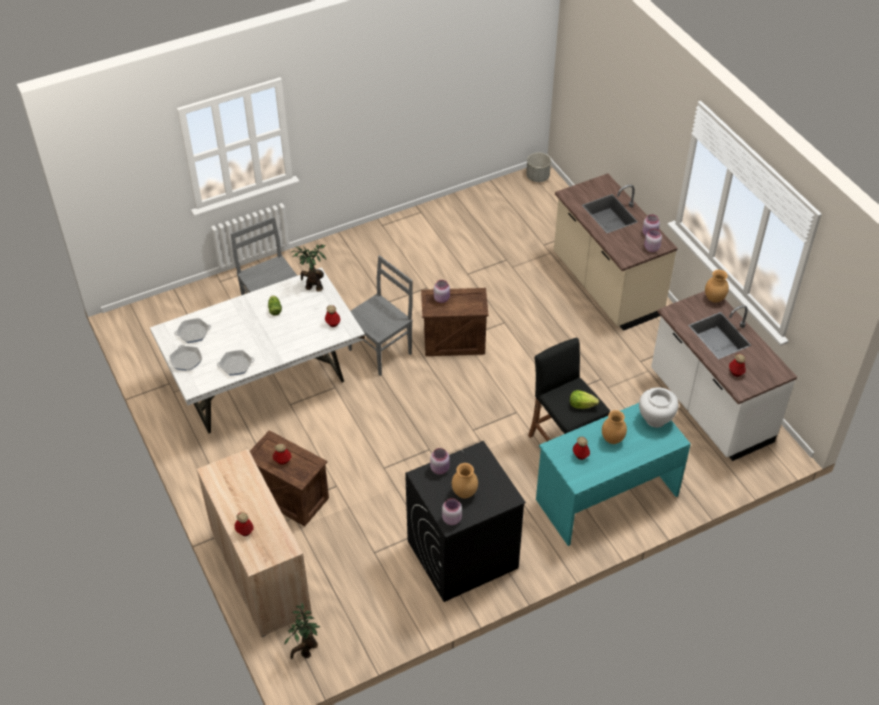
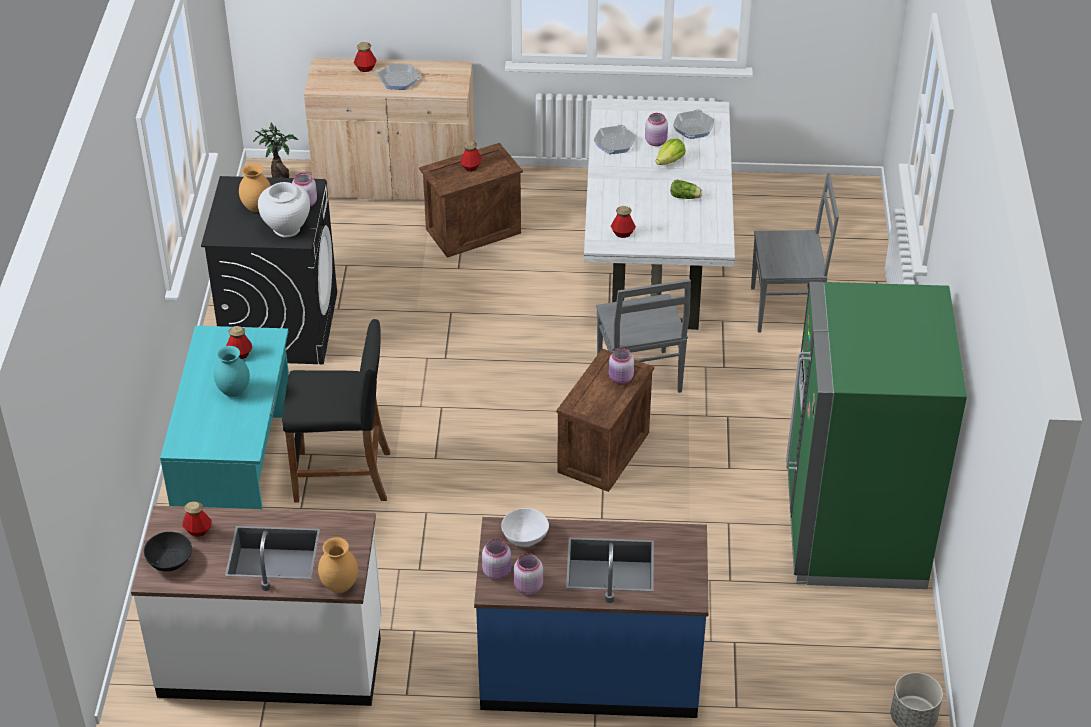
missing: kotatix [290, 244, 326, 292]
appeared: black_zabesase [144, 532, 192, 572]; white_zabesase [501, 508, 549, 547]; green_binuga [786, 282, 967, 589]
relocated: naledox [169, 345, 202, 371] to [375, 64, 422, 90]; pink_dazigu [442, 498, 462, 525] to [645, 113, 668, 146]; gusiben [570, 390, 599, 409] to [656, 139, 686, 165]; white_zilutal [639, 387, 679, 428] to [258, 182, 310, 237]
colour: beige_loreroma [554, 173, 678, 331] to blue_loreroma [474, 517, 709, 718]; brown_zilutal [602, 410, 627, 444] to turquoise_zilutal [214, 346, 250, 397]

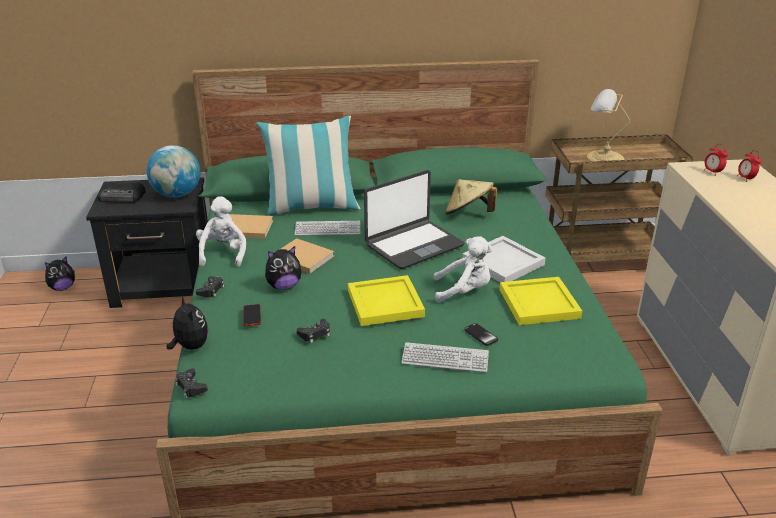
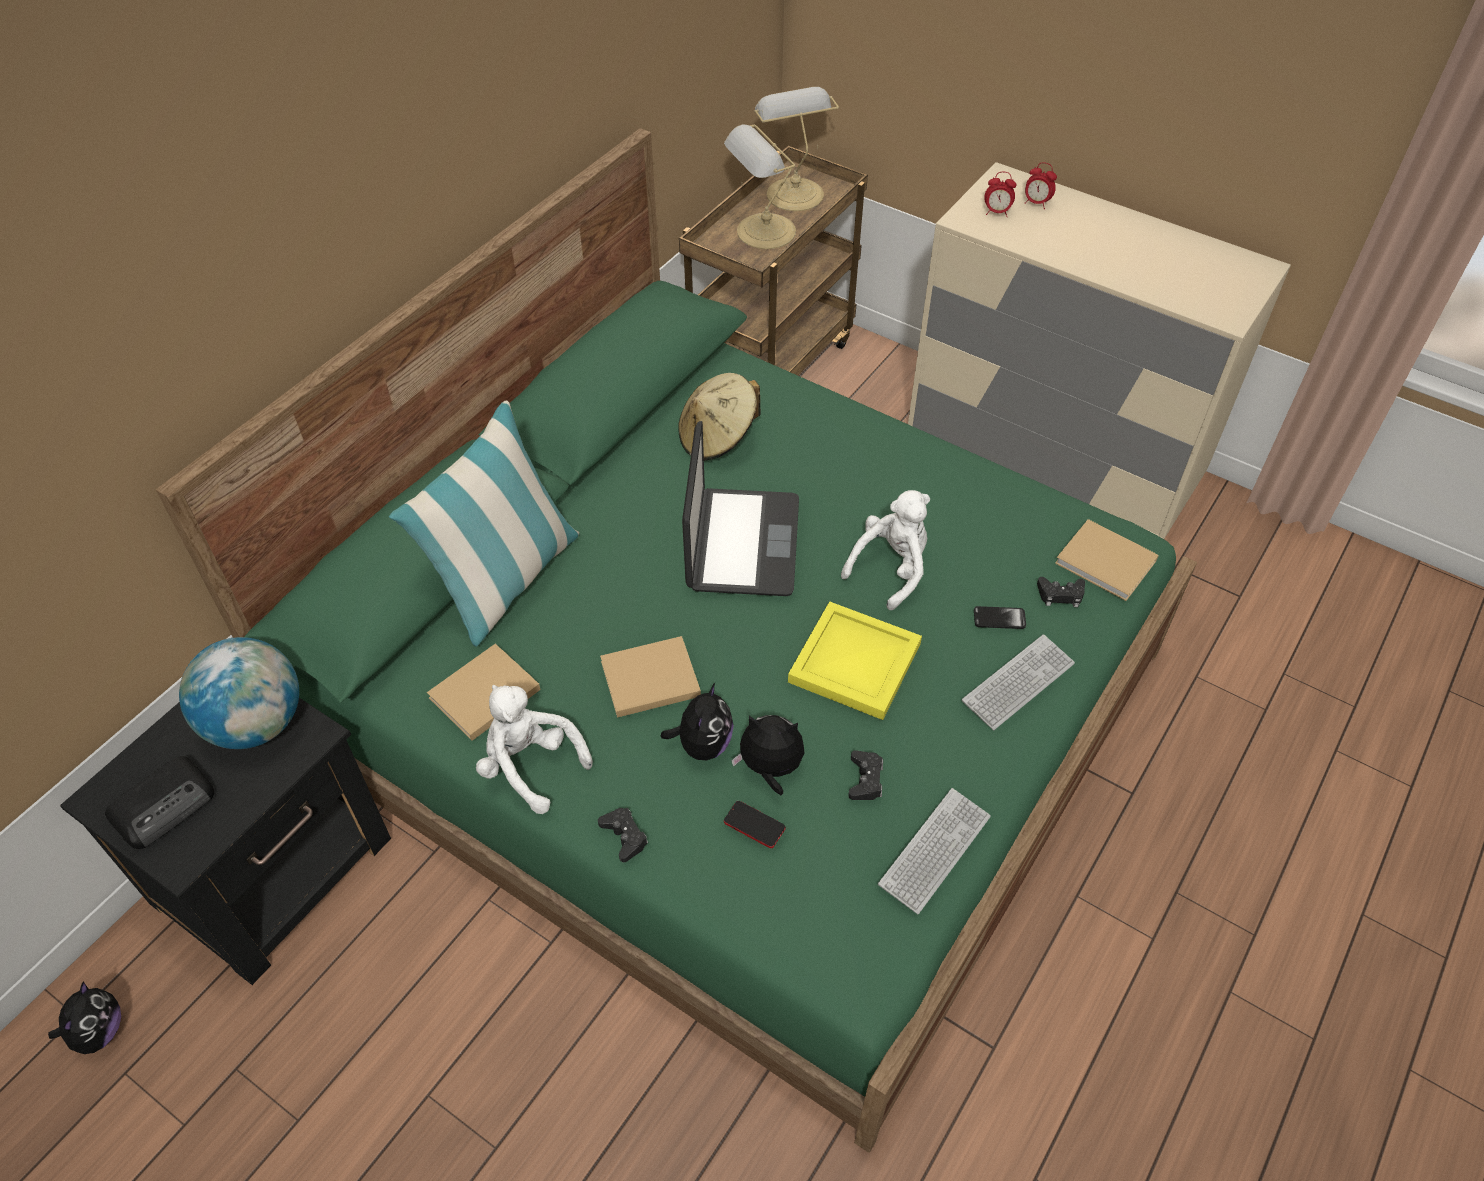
missing: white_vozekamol [462, 236, 546, 282]; yellow_vozekamol [500, 277, 582, 325]
appeared: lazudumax [755, 87, 839, 211]; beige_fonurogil [1055, 519, 1159, 601]
relocated: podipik [166, 297, 208, 350] to [731, 715, 805, 795]; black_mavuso [175, 369, 208, 398] to [1037, 577, 1085, 607]; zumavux [295, 221, 360, 236] to [878, 788, 991, 914]

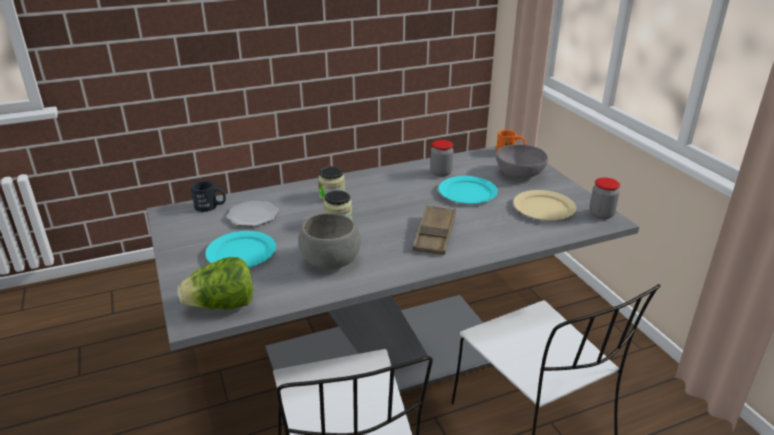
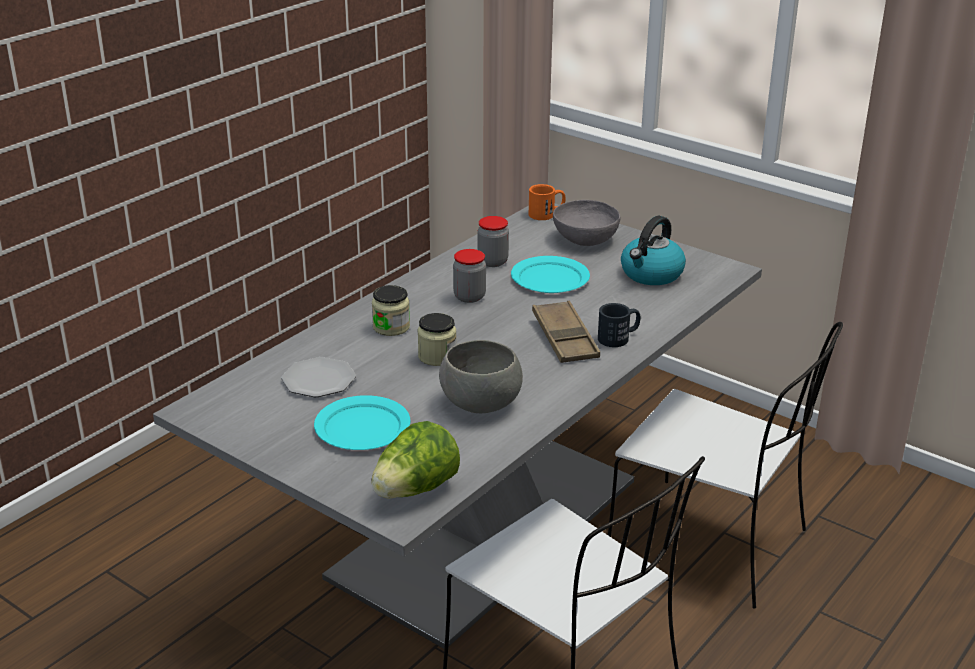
relocated: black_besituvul [191, 180, 226, 212] to [598, 303, 640, 347]; dazigu [589, 178, 620, 219] to [453, 249, 486, 303]
exchanged: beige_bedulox [513, 190, 576, 220] to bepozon [621, 216, 686, 285]

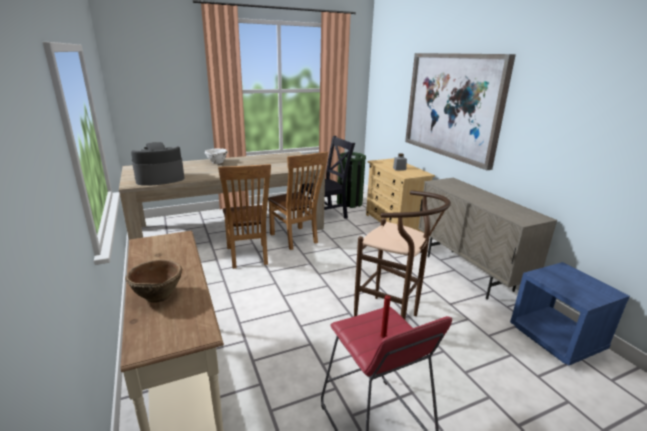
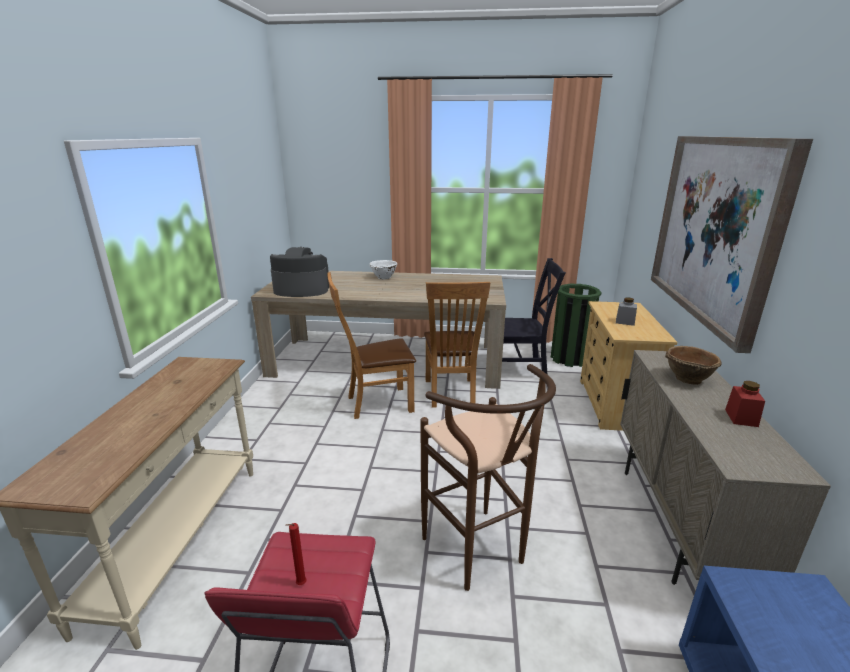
appeared: red_dazigu [725, 381, 765, 427]
relocated: brown_zabesase [125, 259, 182, 303] to [665, 346, 721, 385]
spun: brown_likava [218, 164, 271, 269] = [327, 272, 416, 419] 60 degrees clockwise

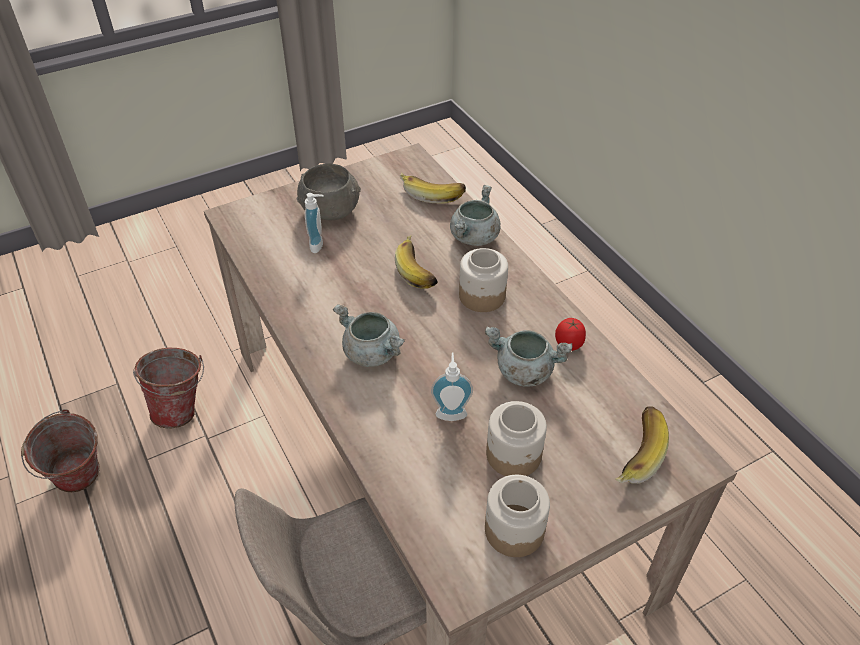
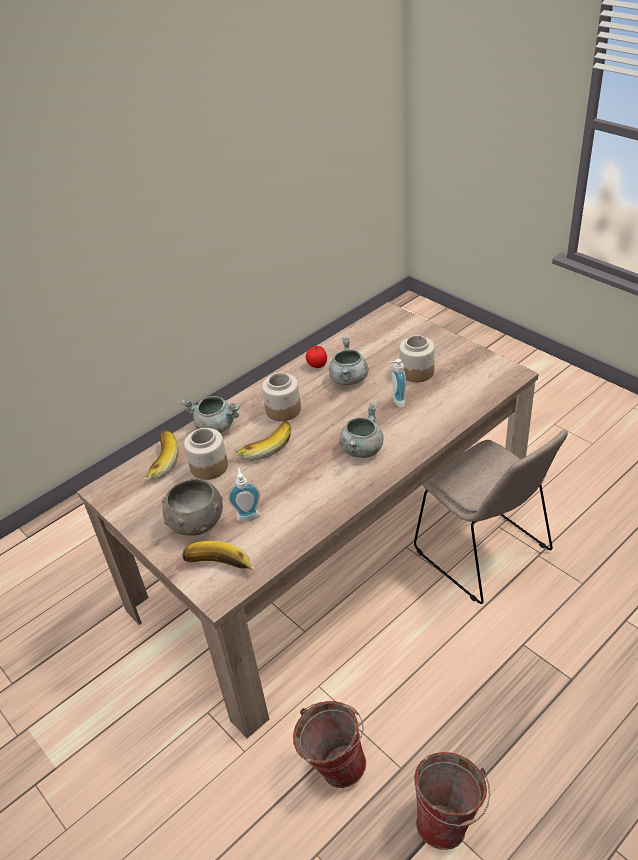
relocated: dazigu [485, 475, 550, 557] to [184, 428, 228, 480]; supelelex [615, 406, 669, 484] to [182, 541, 254, 570]

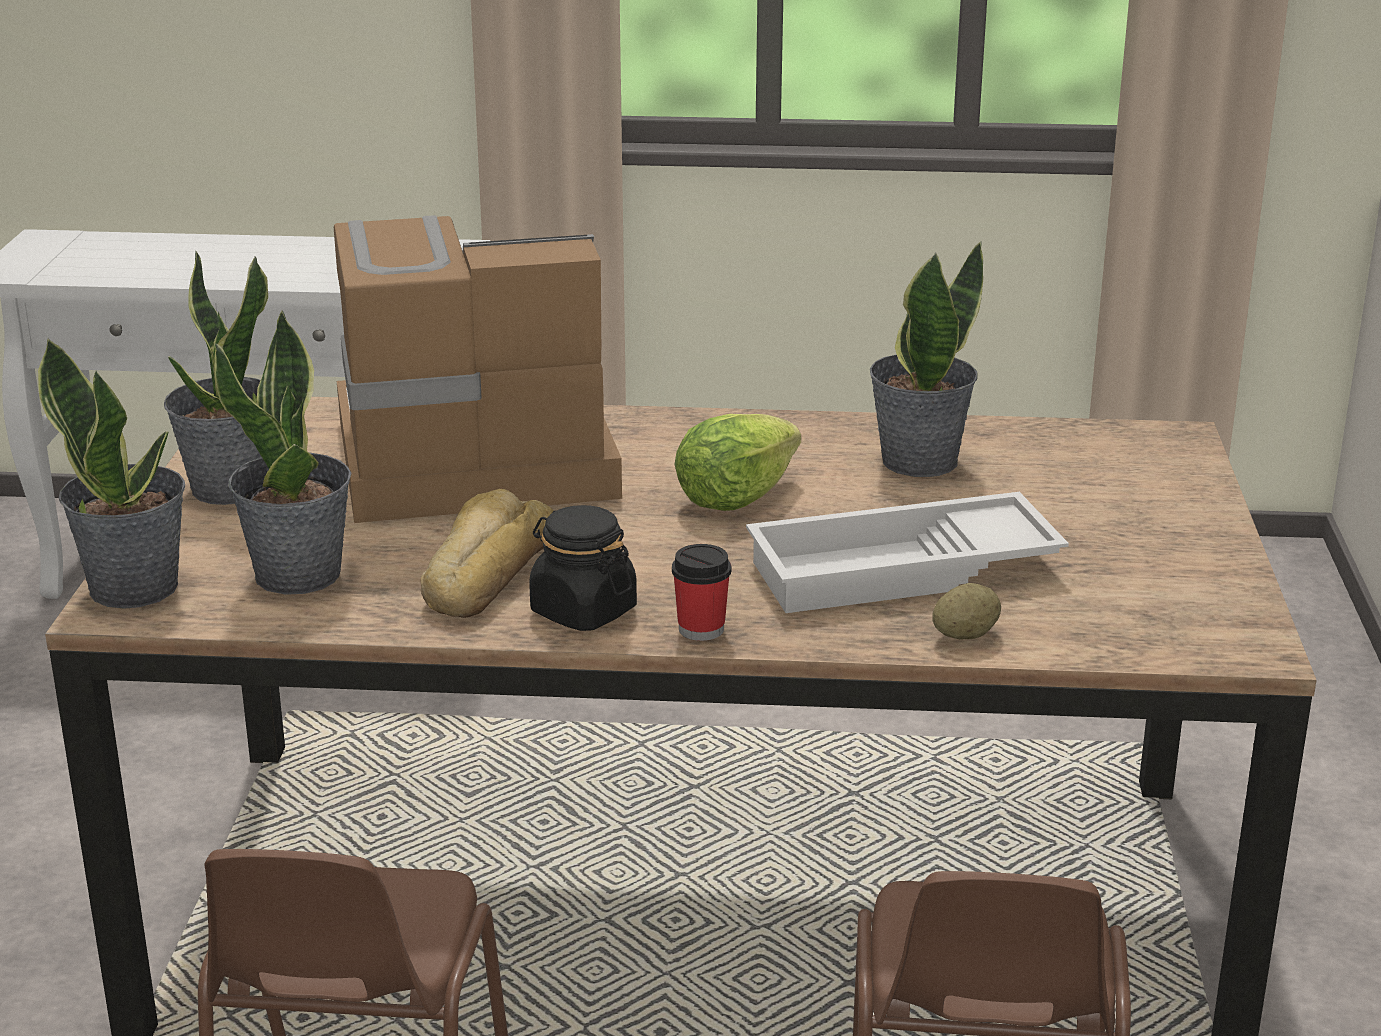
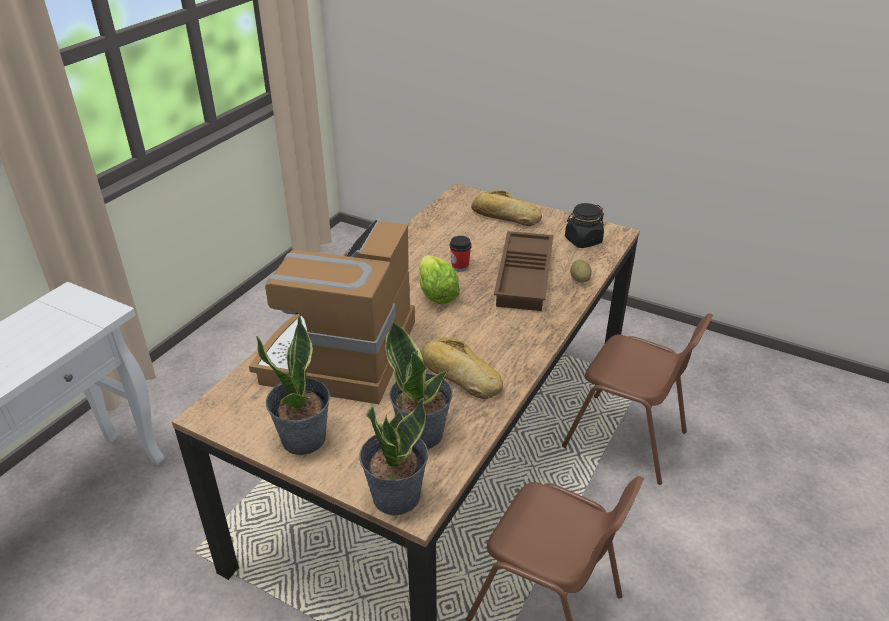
missing: kotatix [870, 241, 983, 477]
appeared: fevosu [471, 190, 542, 226]
relocated: black_dazigu [529, 505, 637, 631] to [565, 203, 604, 248]; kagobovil [672, 544, 731, 641] to [450, 236, 472, 272]
colour: white_vozekamol [746, 492, 1069, 613] to brown_vozekamol [494, 231, 553, 311]

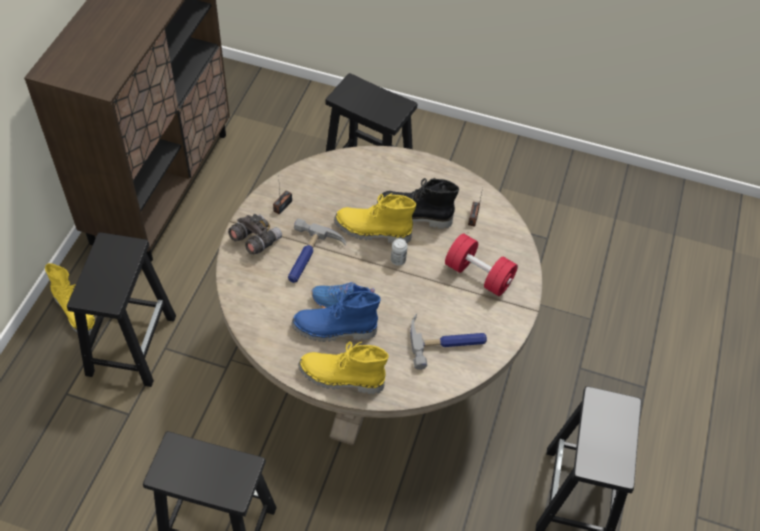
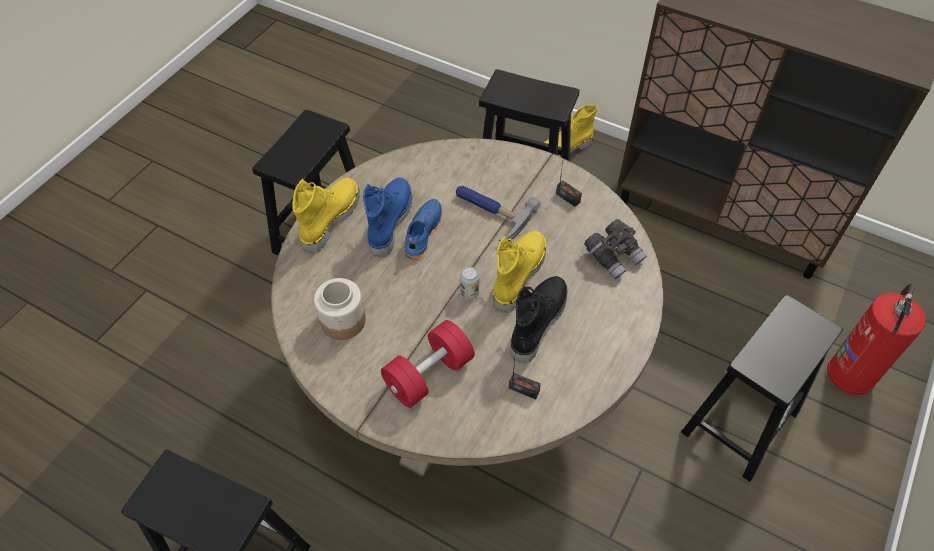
appeared: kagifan [827, 284, 926, 395]
relocated: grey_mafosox [228, 214, 282, 255] to [584, 219, 647, 279]
exchanged: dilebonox [411, 314, 487, 370] to dazigu [314, 278, 366, 340]

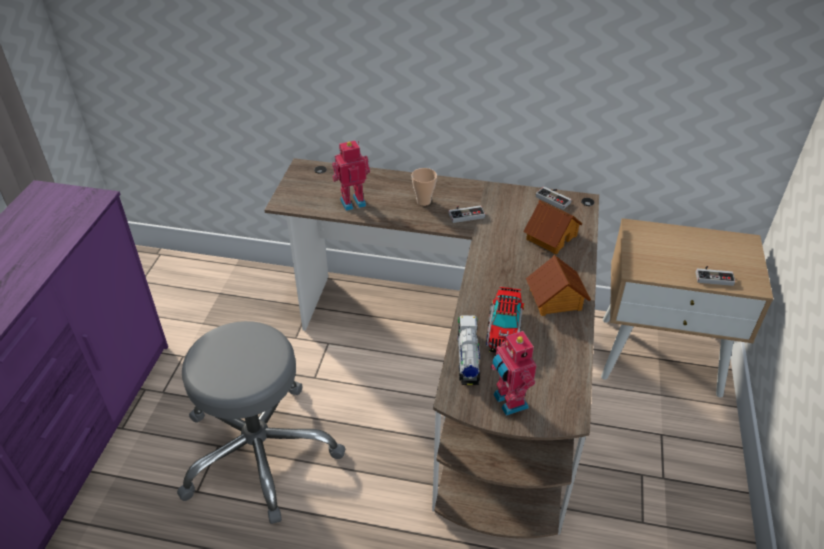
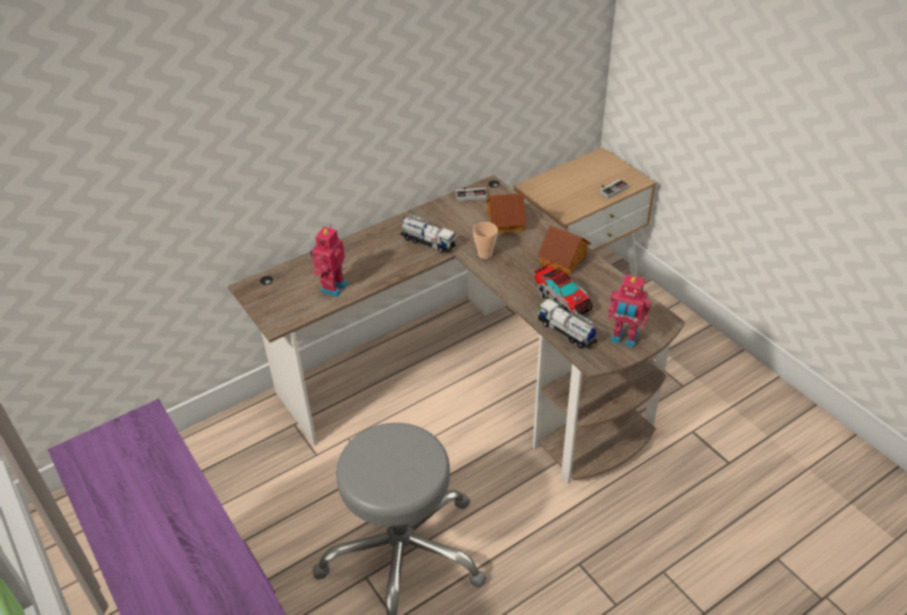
relocated: kagobovil [412, 168, 437, 206] to [473, 222, 498, 259]
exchanged: mavuso [449, 205, 485, 223] to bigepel [400, 214, 456, 253]

